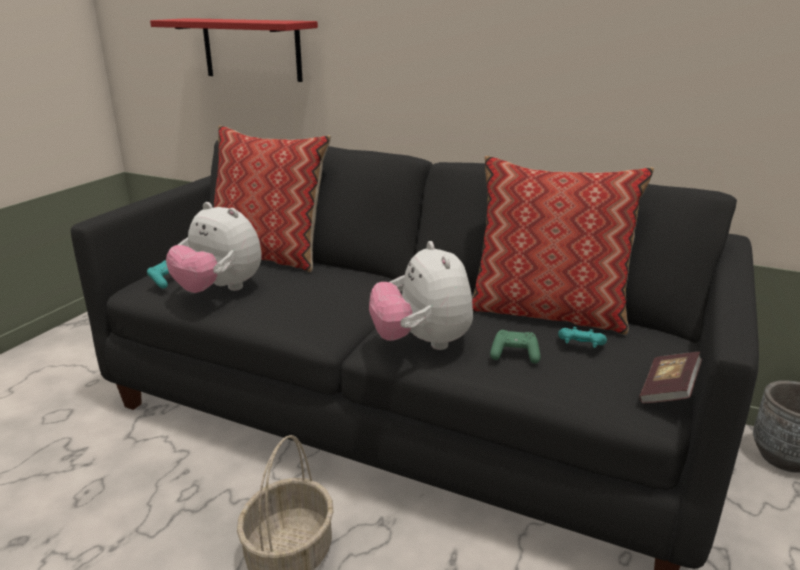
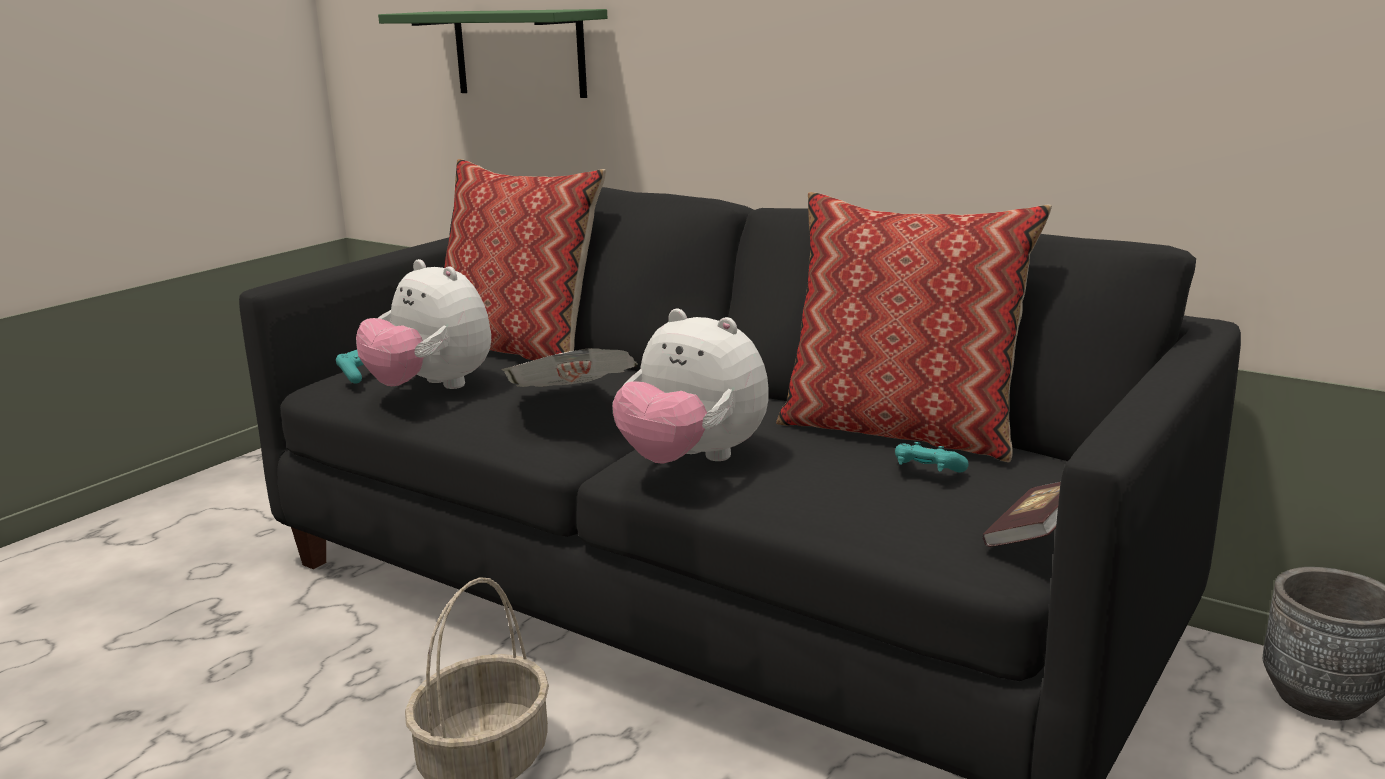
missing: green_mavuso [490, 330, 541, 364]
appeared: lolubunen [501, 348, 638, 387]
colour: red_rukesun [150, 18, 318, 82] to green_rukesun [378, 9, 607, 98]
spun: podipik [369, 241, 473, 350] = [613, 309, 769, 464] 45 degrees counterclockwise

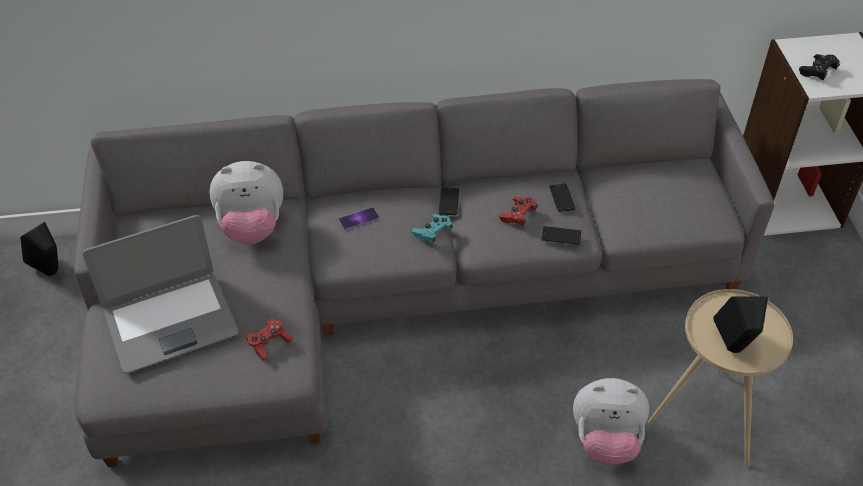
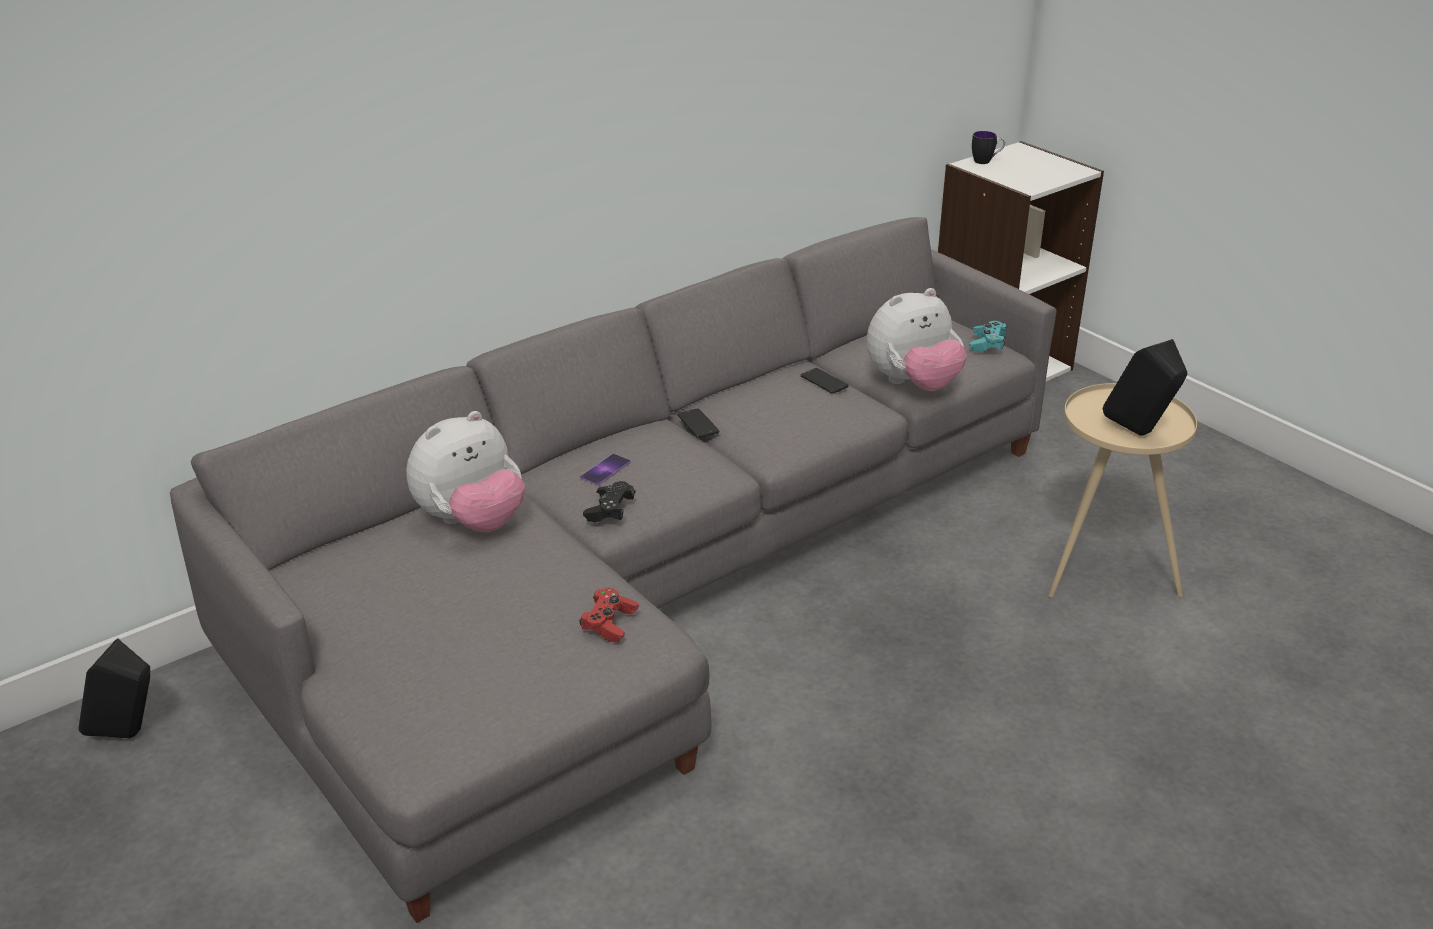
missing: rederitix [83, 215, 239, 373]; red_mavuso [499, 197, 538, 226]; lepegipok [542, 226, 581, 245]
appeared: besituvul [972, 131, 1005, 164]
relocated: turquoise_mavuso [412, 214, 453, 244] to [970, 321, 1007, 352]; podipik [573, 378, 649, 465] to [866, 288, 967, 391]; black_mavuso [799, 54, 840, 81] to [583, 481, 636, 523]

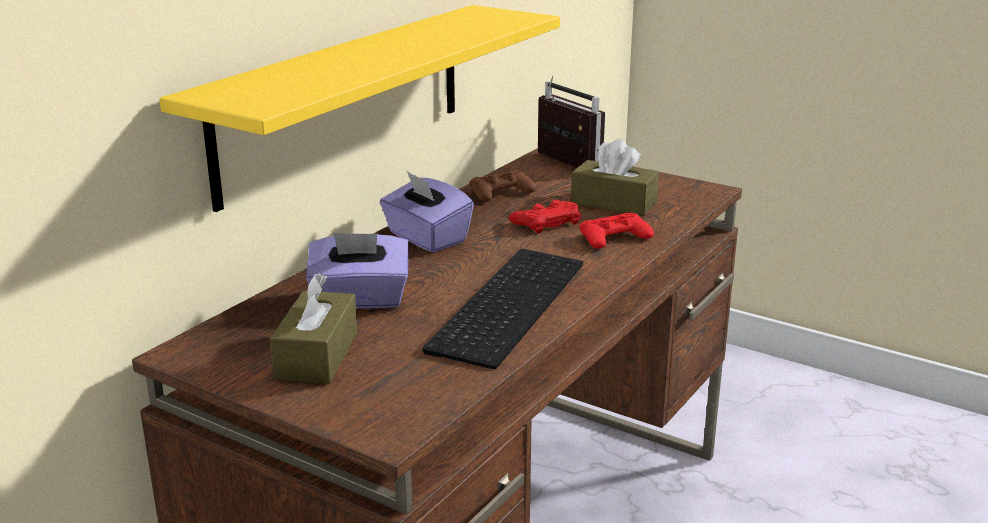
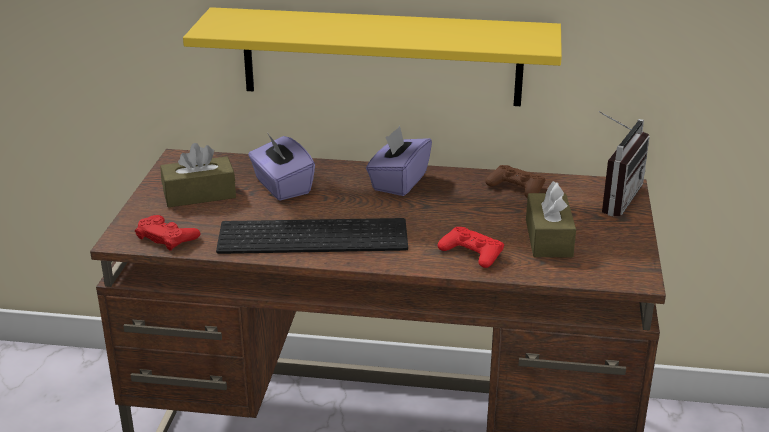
relocated: red_mavuso [509, 200, 581, 234] to [135, 215, 201, 251]

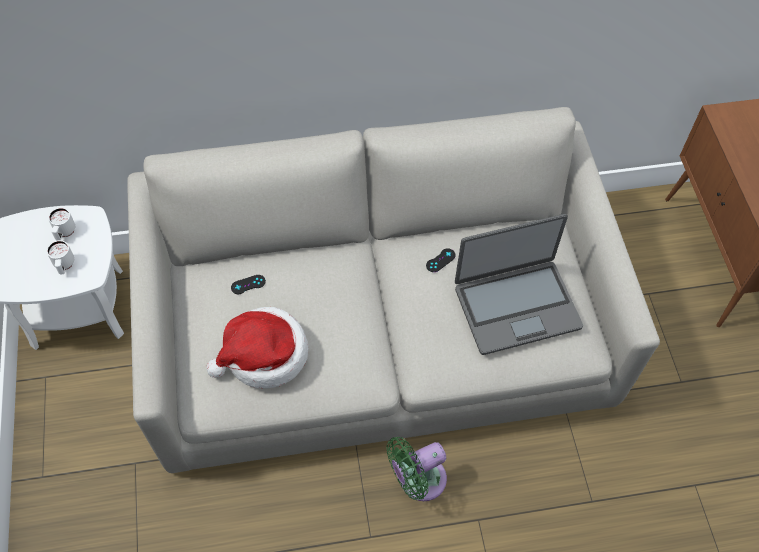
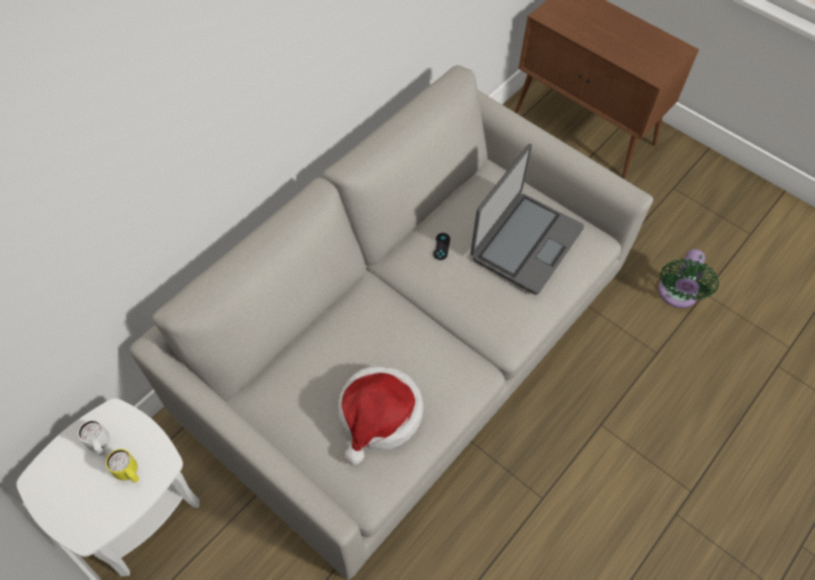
missing: black_mavuso [231, 275, 266, 294]
relocated: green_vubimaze [386, 437, 447, 501] to [658, 249, 719, 308]
colour: white_besituvul [47, 240, 74, 275] to yellow_besituvul [106, 449, 139, 483]

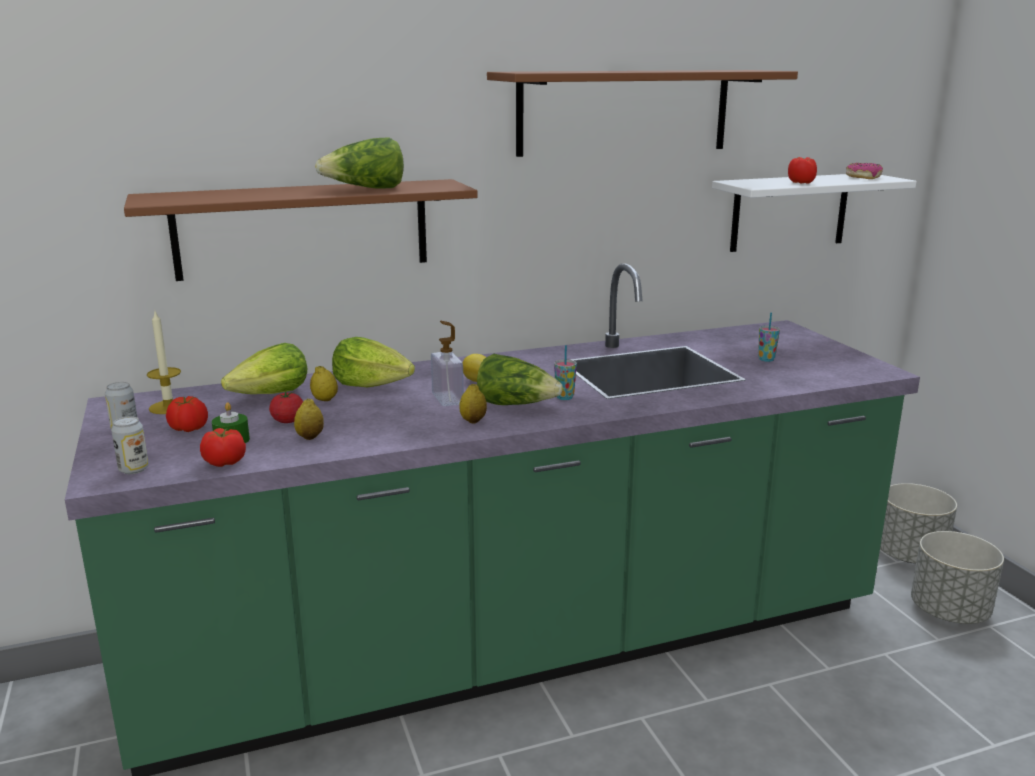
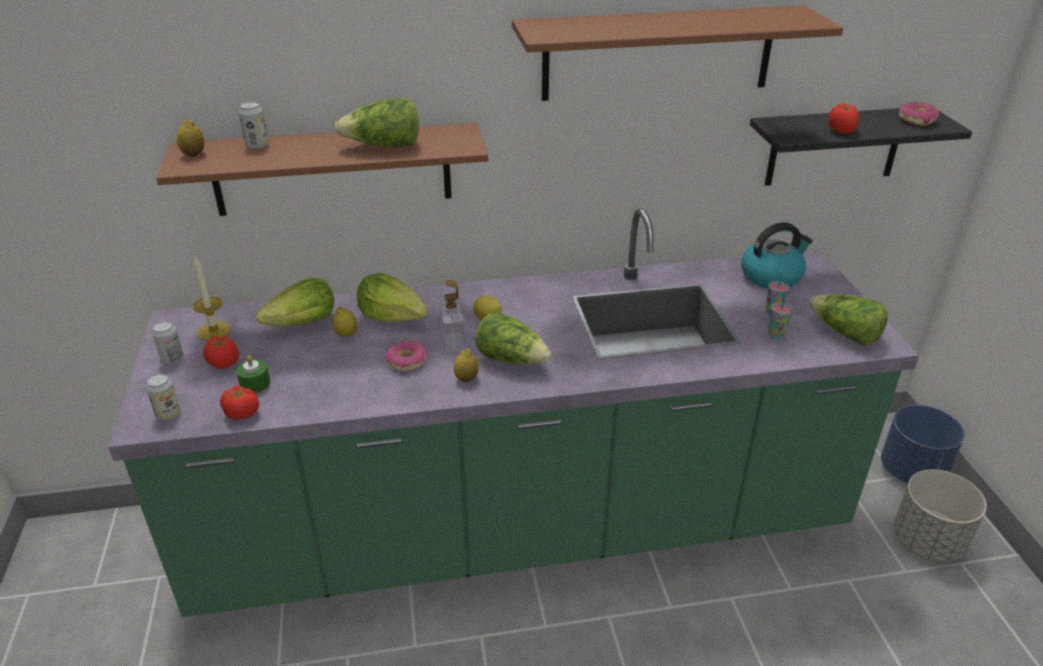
missing: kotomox [269, 391, 303, 423]
appeared: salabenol [239, 102, 268, 149]; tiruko [386, 340, 427, 371]; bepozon [741, 222, 813, 289]; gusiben [809, 294, 888, 346]
relocated: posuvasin [294, 398, 324, 440] to [177, 119, 204, 157]; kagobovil [554, 345, 577, 400] to [768, 294, 792, 339]
colour: white_rukesun [712, 174, 916, 252] to black_rukesun [750, 108, 972, 186]; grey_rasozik [880, 483, 957, 564] to blue_rasozik [881, 405, 965, 484]

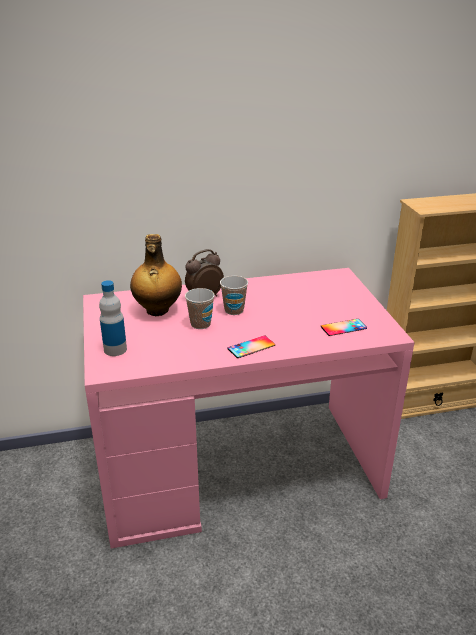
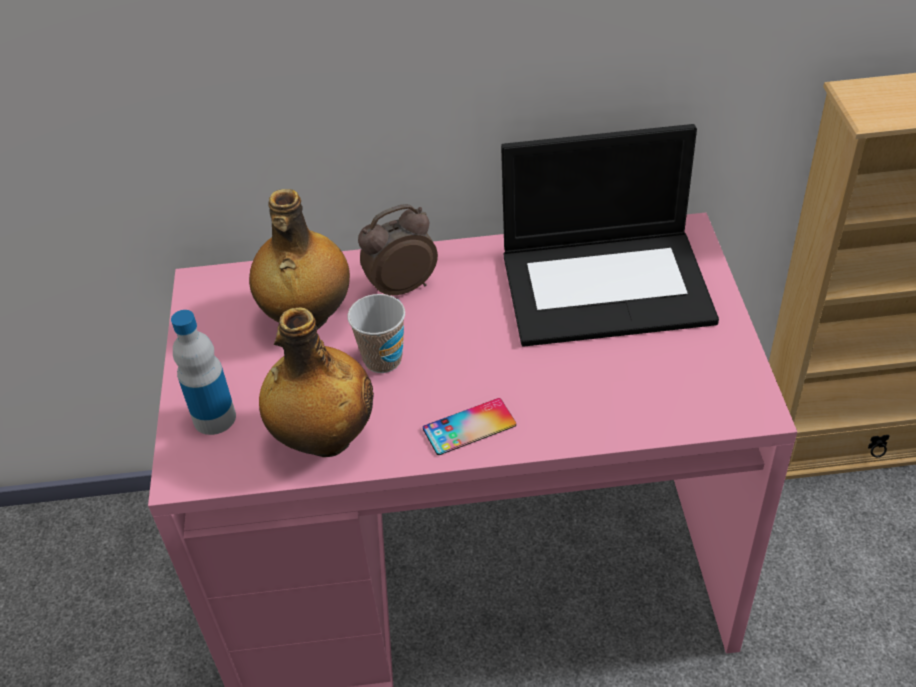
missing: kagobovil [220, 276, 248, 315]; lepegipok [321, 319, 367, 336]
appeared: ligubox [259, 307, 374, 457]; rederitix [501, 124, 719, 347]

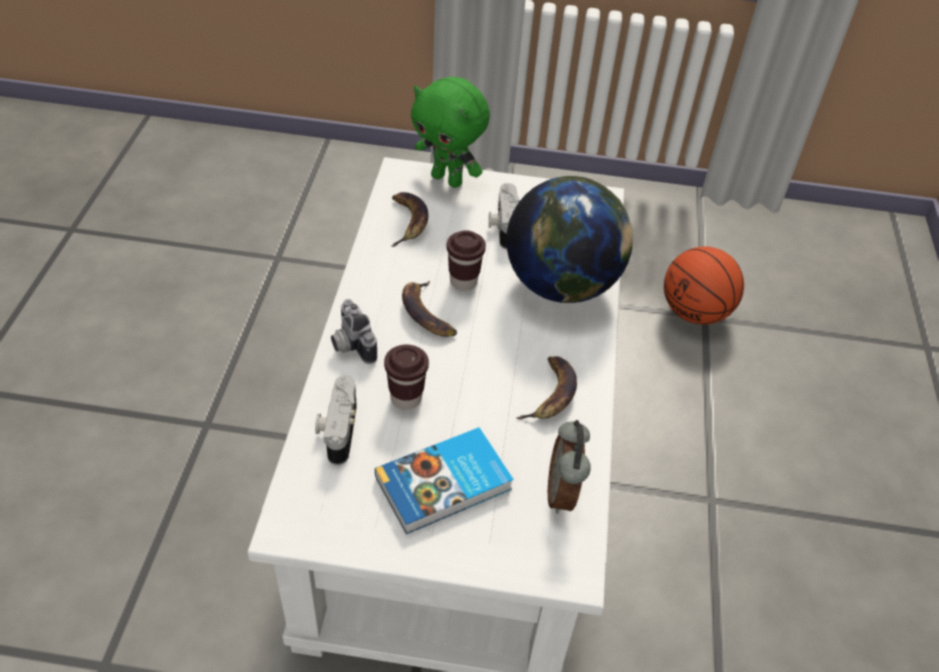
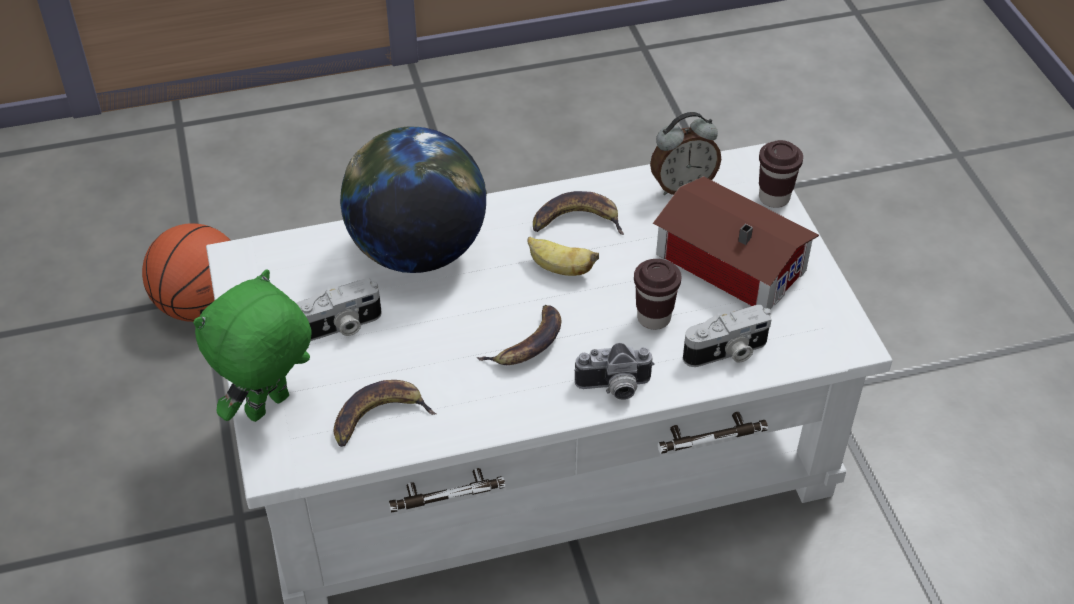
appeared: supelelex [528, 236, 599, 276]
relocated: brown_kagobovil [446, 230, 486, 291] to [759, 140, 803, 208]
exchanged: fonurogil [375, 427, 514, 534] to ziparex [653, 176, 819, 309]
spun: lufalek [331, 299, 377, 364] = [574, 343, 654, 400] 45 degrees clockwise; green_podipik [411, 77, 490, 188] = [193, 270, 312, 422] 150 degrees counterclockwise

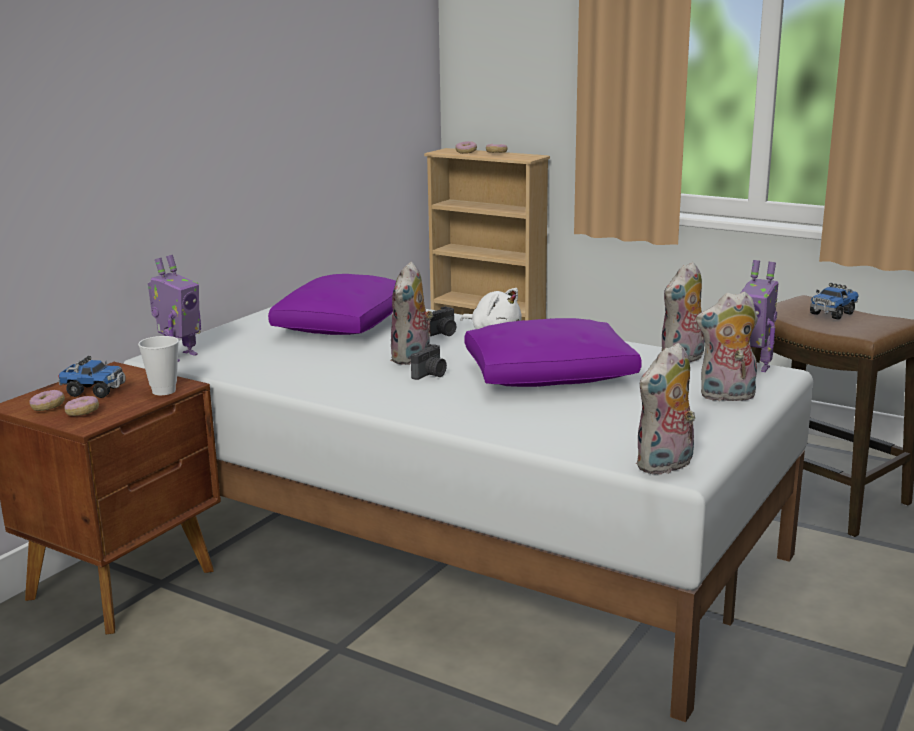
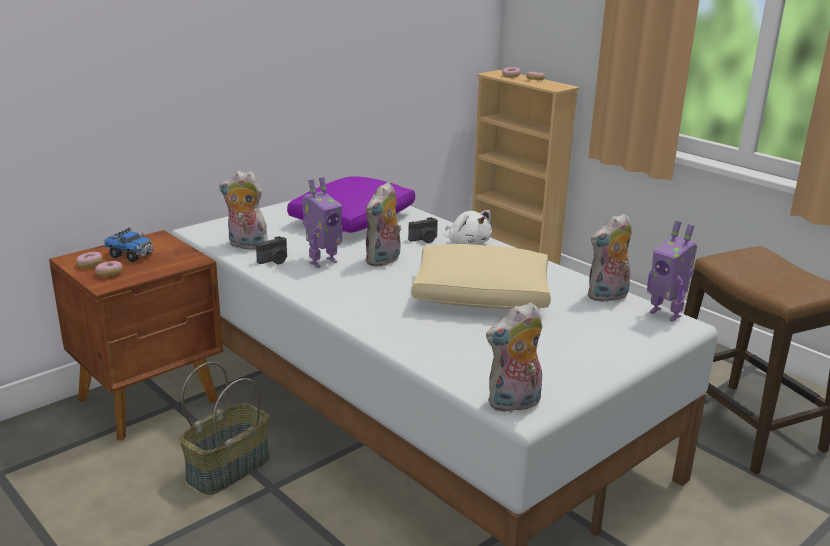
missing: kagobovil [138, 336, 179, 395]; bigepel [810, 283, 859, 319]
appeared: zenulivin [179, 362, 270, 495]
relocated: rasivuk [148, 255, 201, 362] to [302, 177, 342, 268]; lufalek [411, 344, 447, 380] to [256, 236, 287, 265]; podipik [696, 291, 758, 401] to [219, 171, 268, 250]
colour: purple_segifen [464, 318, 642, 387] to beige_segifen [411, 244, 551, 309]

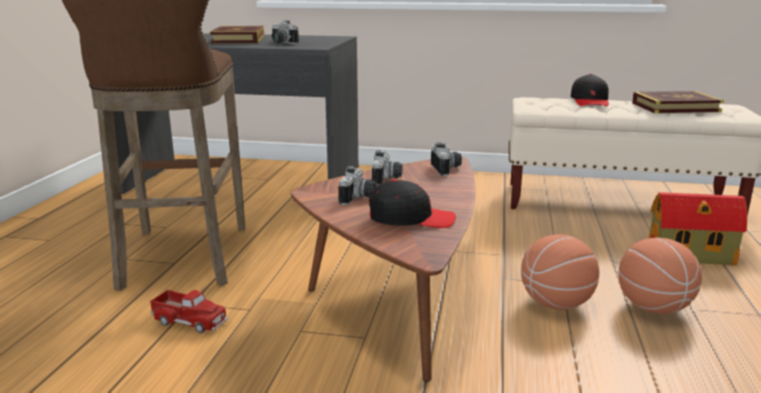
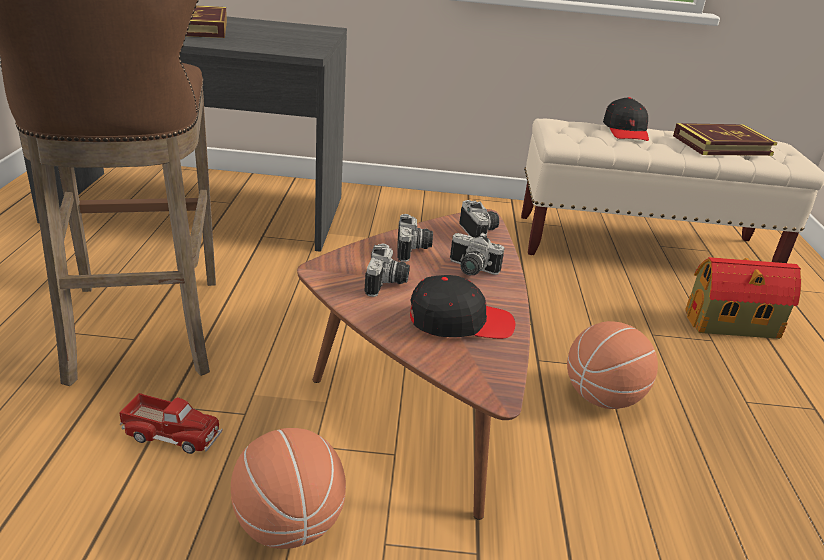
relocated: lufalek [271, 20, 299, 44] to [450, 232, 504, 275]; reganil [618, 238, 702, 314] to [231, 428, 346, 549]

